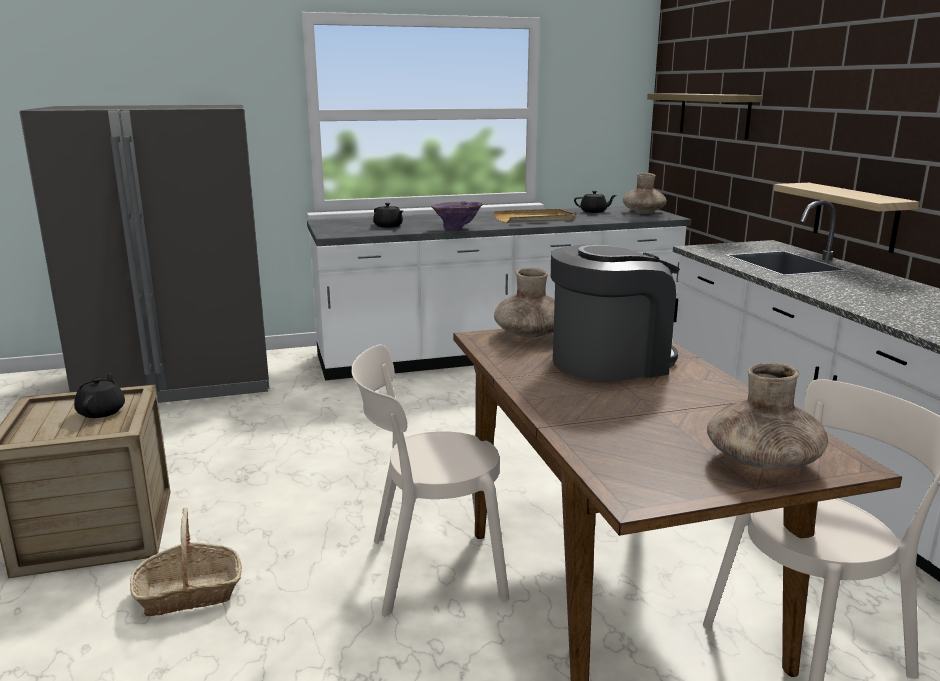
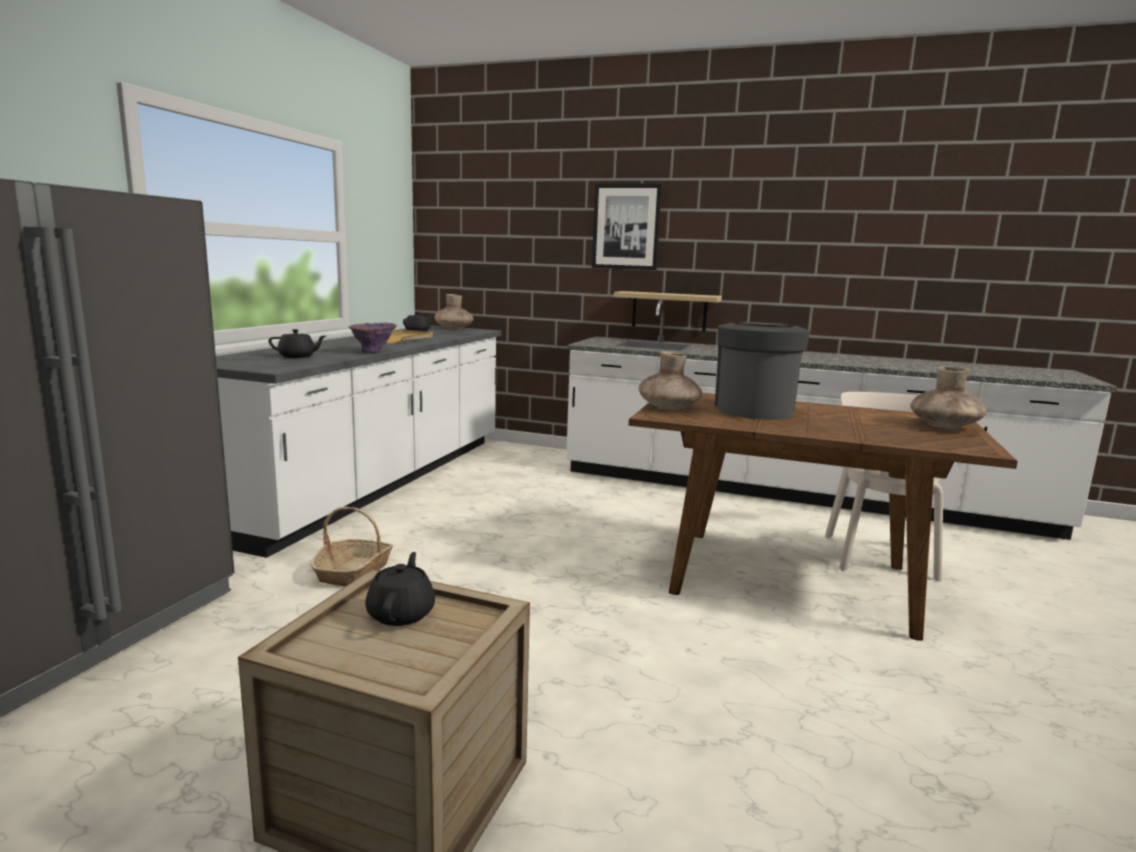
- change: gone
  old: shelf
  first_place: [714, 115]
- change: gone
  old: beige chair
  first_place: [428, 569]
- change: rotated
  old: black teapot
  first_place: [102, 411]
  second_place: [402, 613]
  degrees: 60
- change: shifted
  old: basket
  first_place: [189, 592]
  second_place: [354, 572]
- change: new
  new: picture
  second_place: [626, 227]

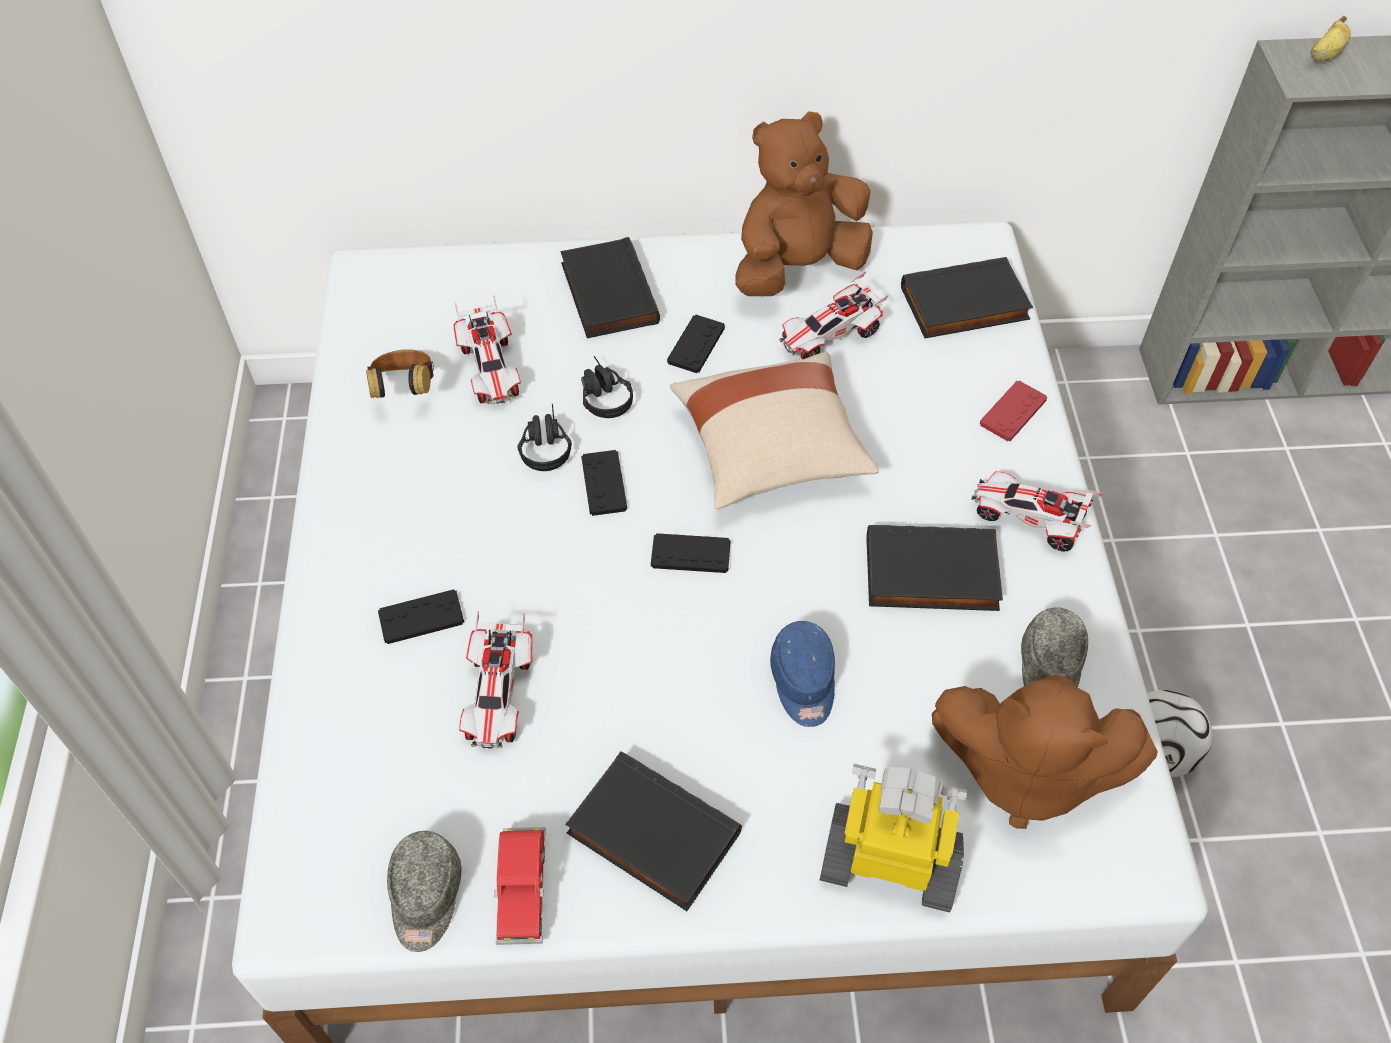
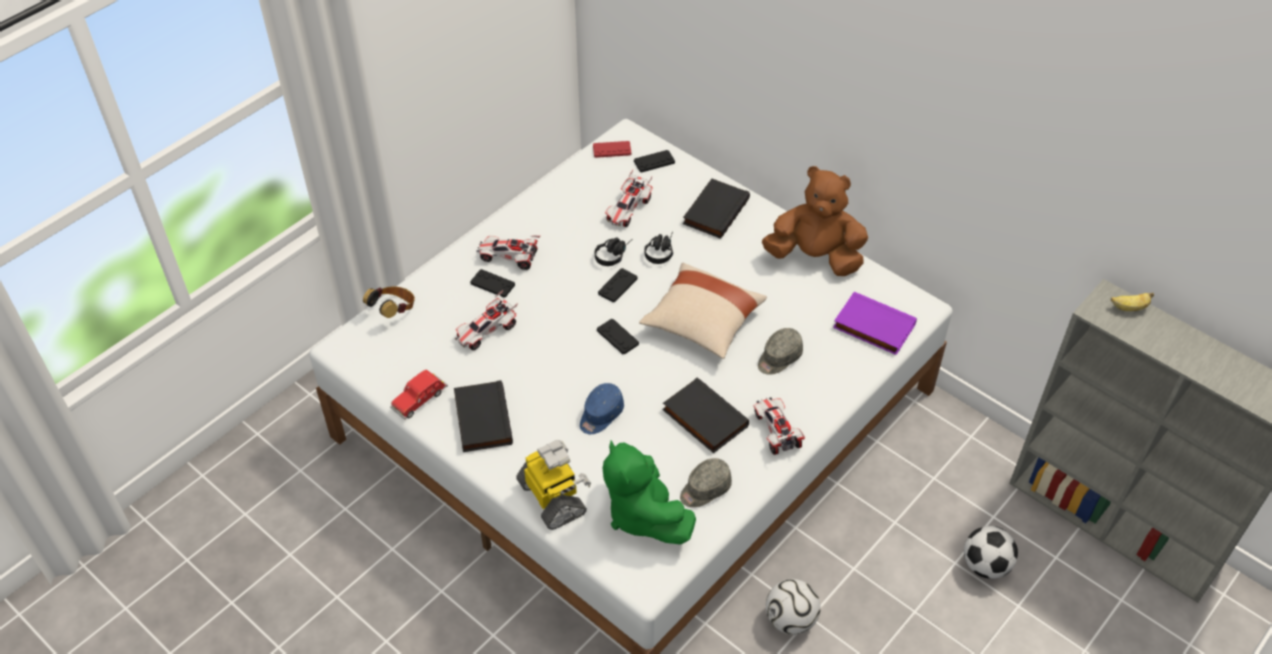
- change: repainted
  old: black book
  new: purple book
  first_place: [964, 305]
  second_place: [872, 327]
- change: shifted
  old: toy car
  first_place: [830, 336]
  second_place: [509, 258]
- change: shifted
  old: black game controller
  first_place: [696, 345]
  second_place: [654, 162]
- change: shifted
  old: headphones
  first_place: [405, 390]
  second_place: [394, 311]
- change: shifted
  old: red game controller
  first_place: [1013, 412]
  second_place: [612, 150]
- change: repainted
  old: brown plush toy
  new: green plush toy
  first_place: [1024, 771]
  second_place: [643, 514]
- change: shifted
  old: grey cap
  first_place: [425, 897]
  second_place: [779, 358]
- change: new
  new: football
  second_place: [985, 565]

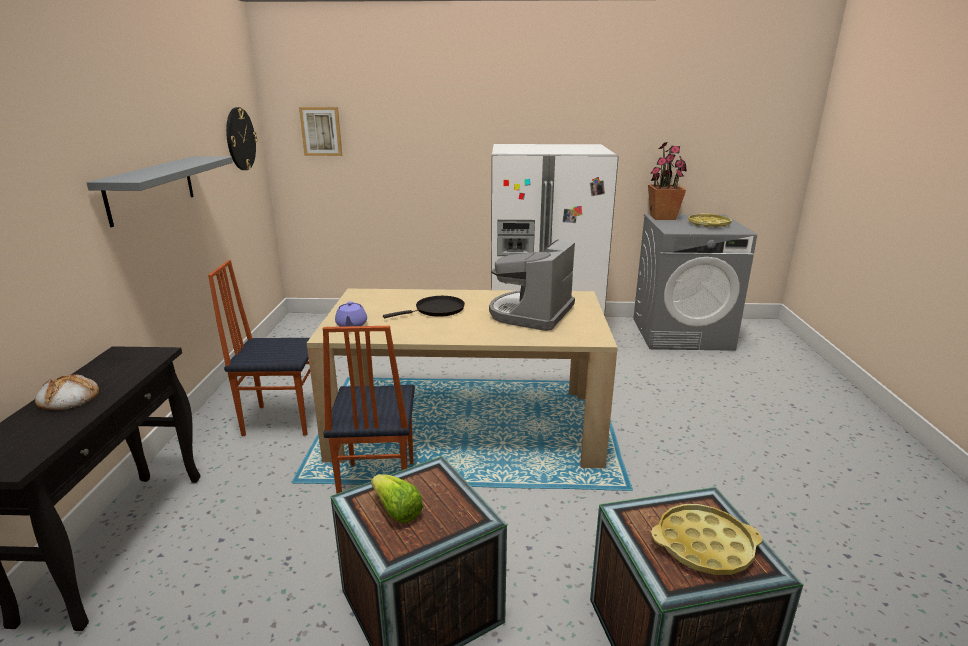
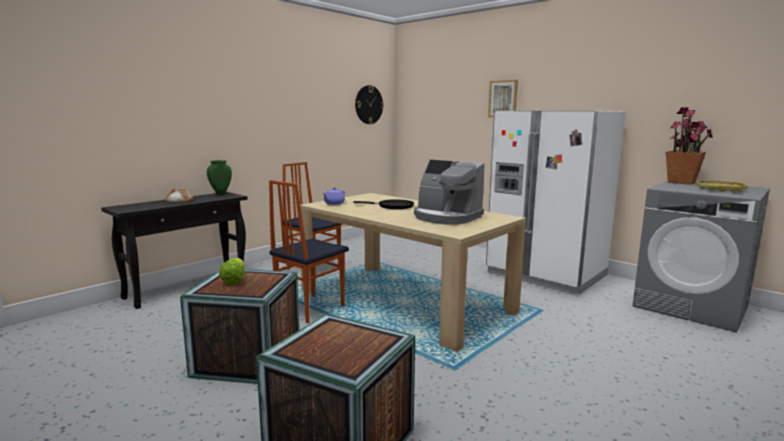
- change: shifted
  old: picture
  first_place: [321, 131]
  second_place: [503, 99]
- change: gone
  old: grey shelf
  first_place: [151, 189]
- change: rotated
  old: coffee machine
  first_place: [531, 313]
  second_place: [446, 217]
  degrees: -120
- change: gone
  old: yellow tray
  first_place: [704, 545]
- change: new
  new: green vase
  second_place: [220, 194]

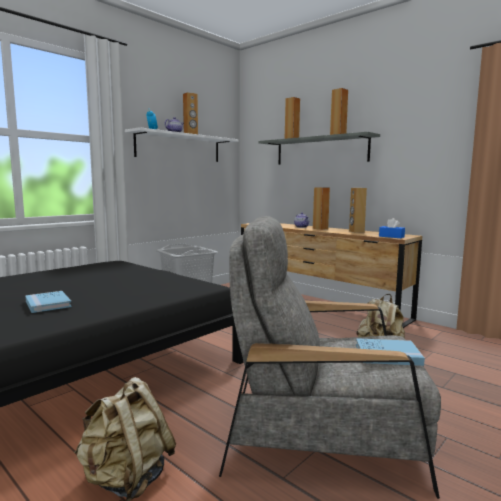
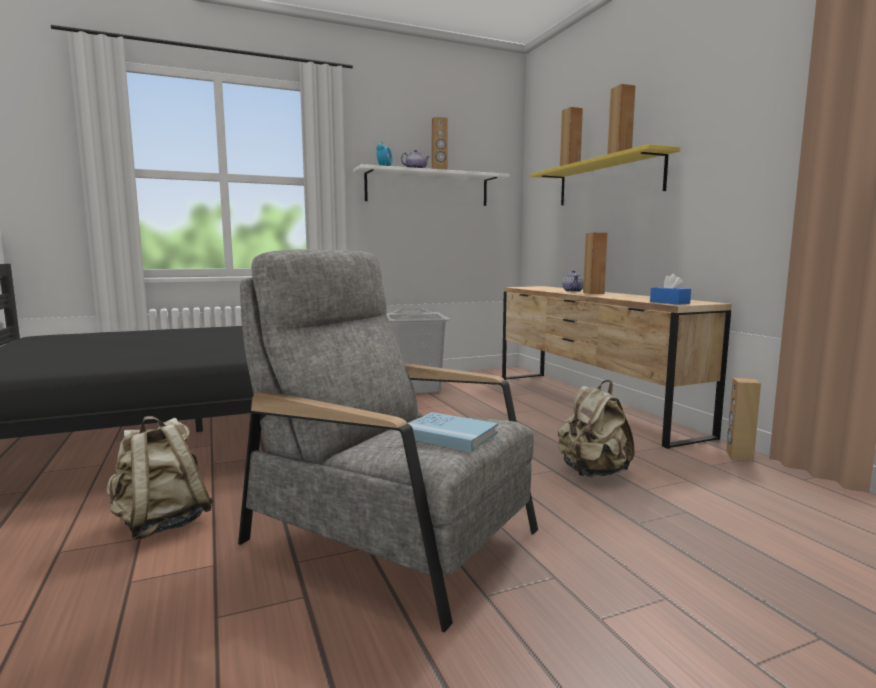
- change: repainted
  old: grey shelf
  new: yellow shelf
  first_place: [320, 151]
  second_place: [608, 181]
- change: shifted
  old: brown speaker
  first_place: [356, 232]
  second_place: [739, 456]
- change: gone
  old: blue book
  first_place: [48, 304]

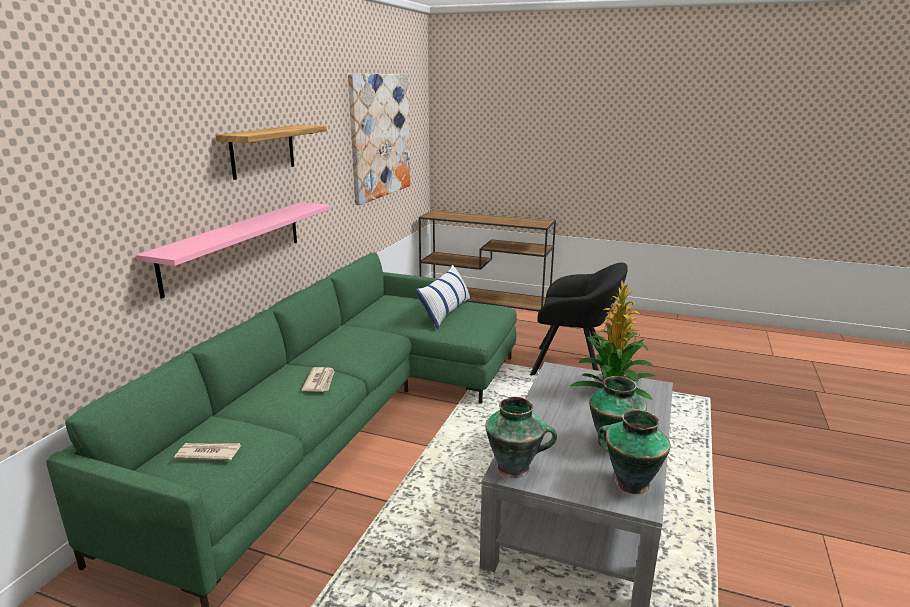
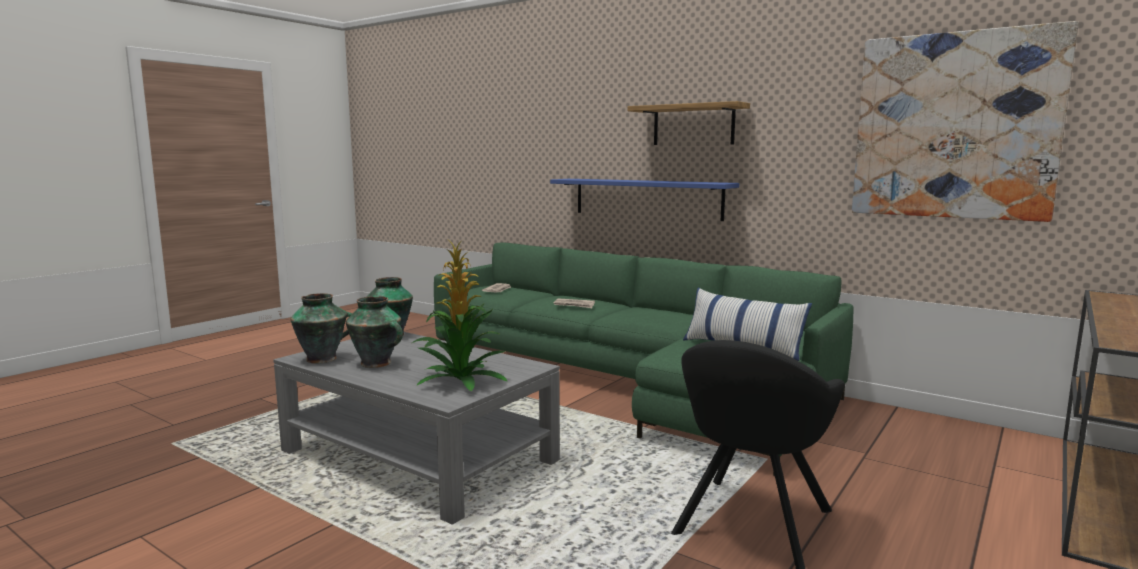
- change: repainted
  old: pink shelf
  new: blue shelf
  first_place: [235, 245]
  second_place: [646, 198]

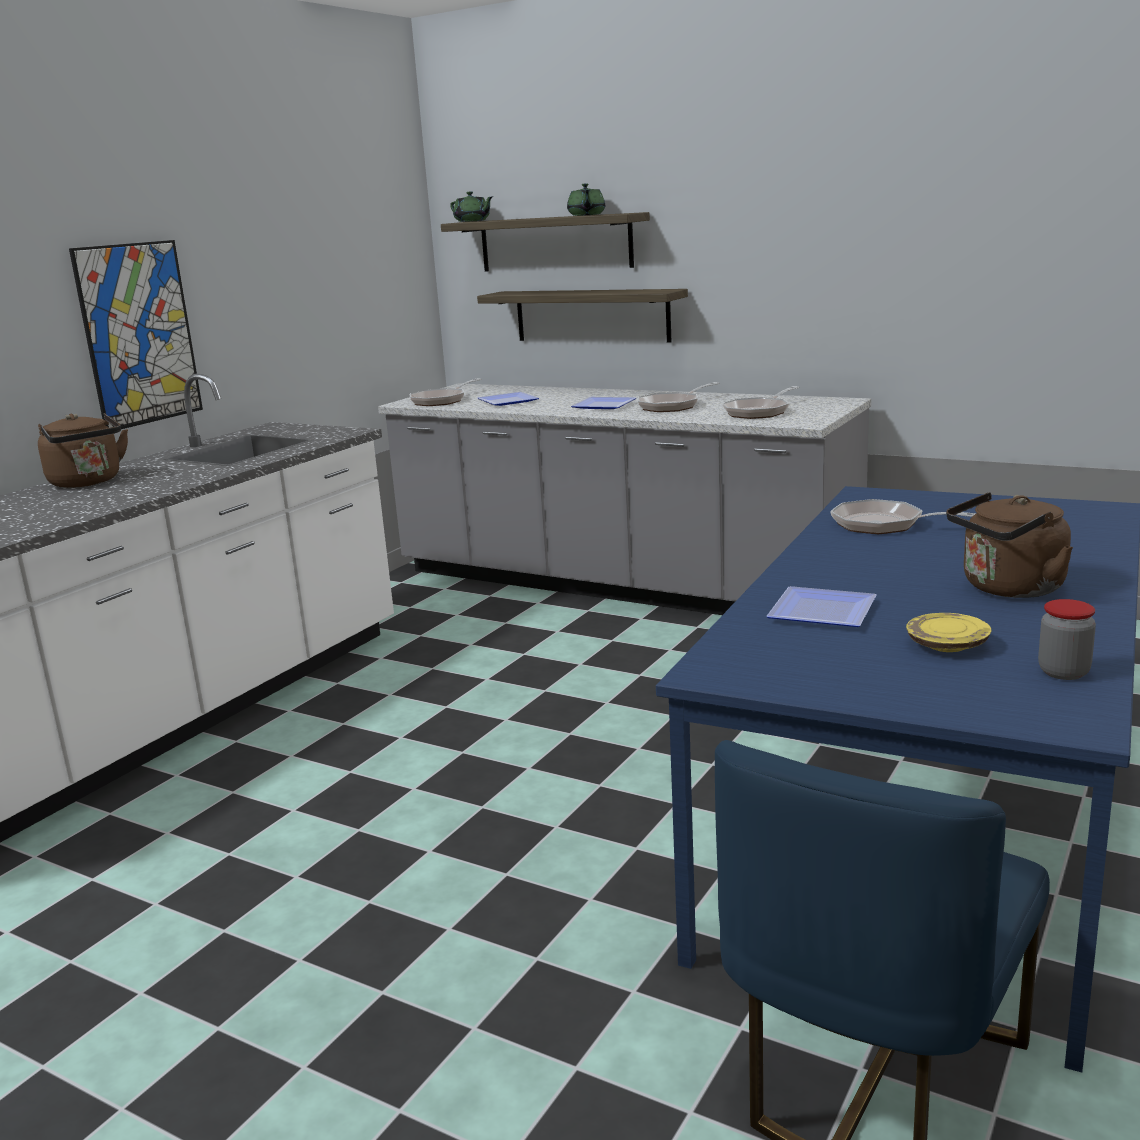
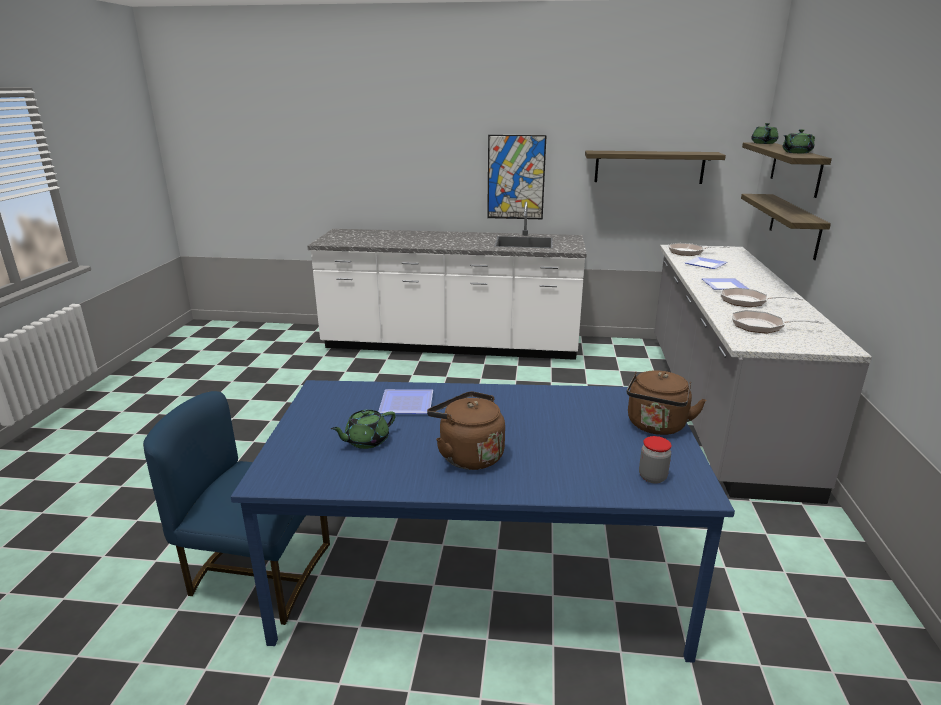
- change: shifted
  old: brown kettle
  first_place: [88, 483]
  second_place: [656, 426]
- change: gone
  old: frying pan
  first_place: [885, 525]
- change: shifted
  old: jar
  first_place: [1063, 672]
  second_place: [652, 477]
- change: swapped
  old: yellow plate
  new: green teapot
  first_place: [947, 645]
  second_place: [366, 441]
- change: new
  new: shelf
  second_place: [649, 167]

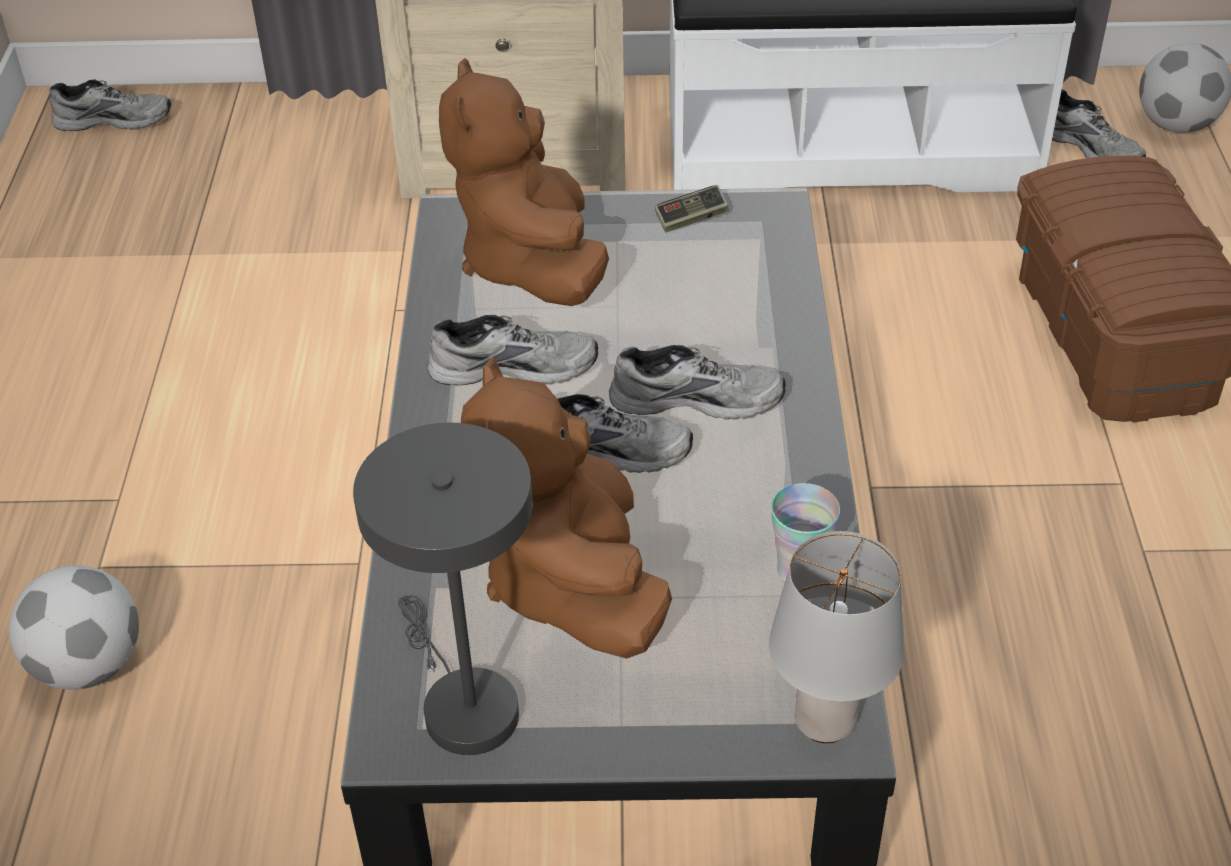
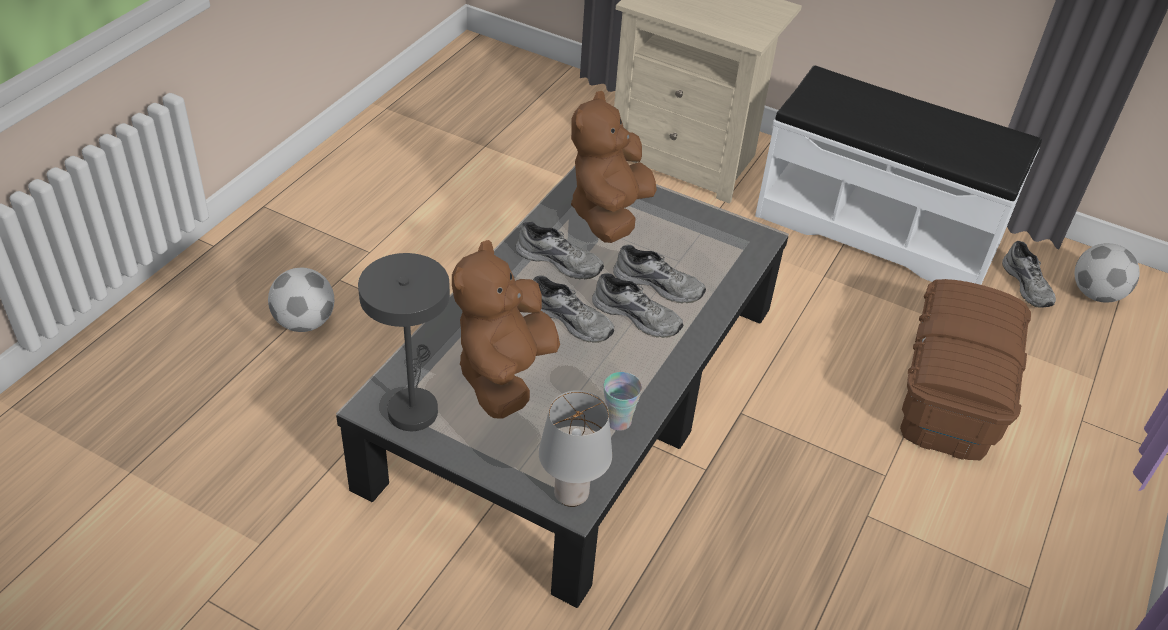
- change: shifted
  old: grey shoe
  first_place: [114, 118]
  second_place: [659, 283]
- change: gone
  old: game controller
  first_place: [691, 219]

